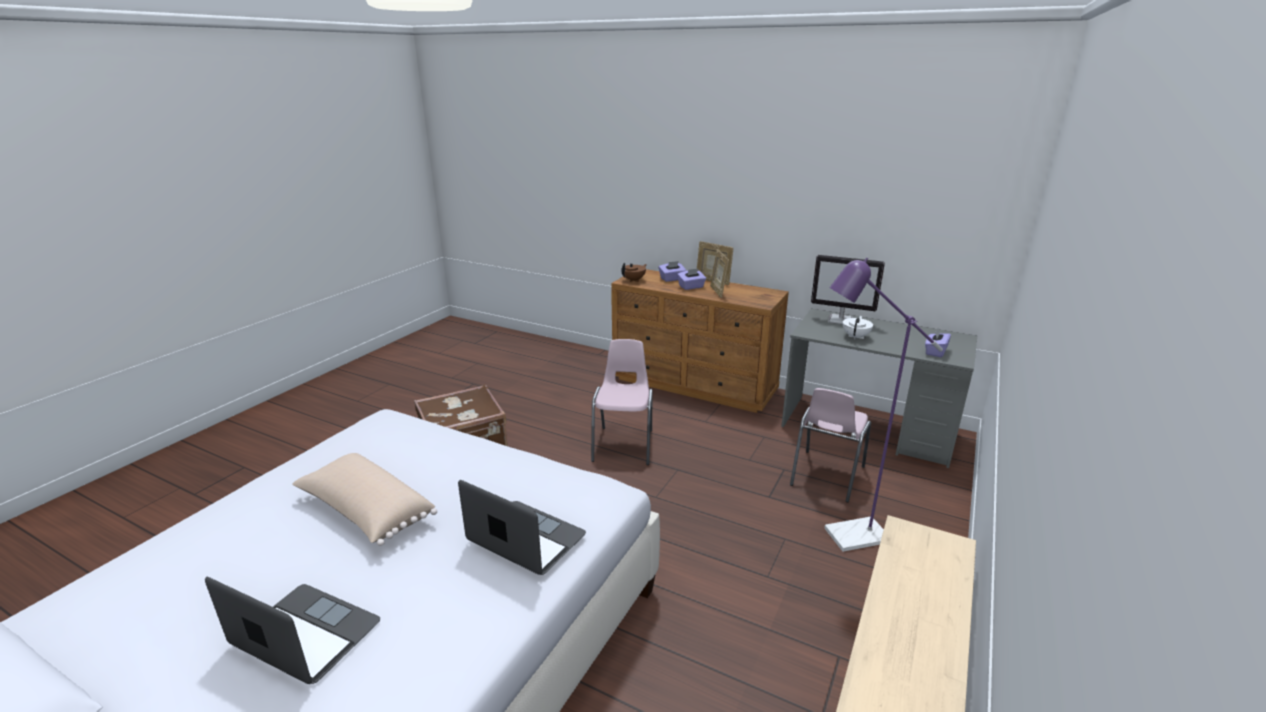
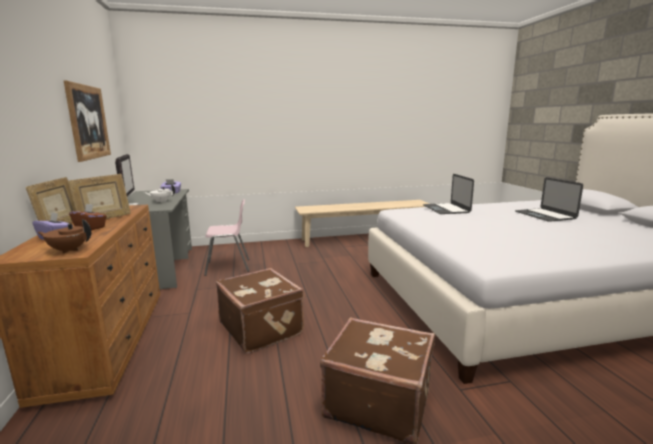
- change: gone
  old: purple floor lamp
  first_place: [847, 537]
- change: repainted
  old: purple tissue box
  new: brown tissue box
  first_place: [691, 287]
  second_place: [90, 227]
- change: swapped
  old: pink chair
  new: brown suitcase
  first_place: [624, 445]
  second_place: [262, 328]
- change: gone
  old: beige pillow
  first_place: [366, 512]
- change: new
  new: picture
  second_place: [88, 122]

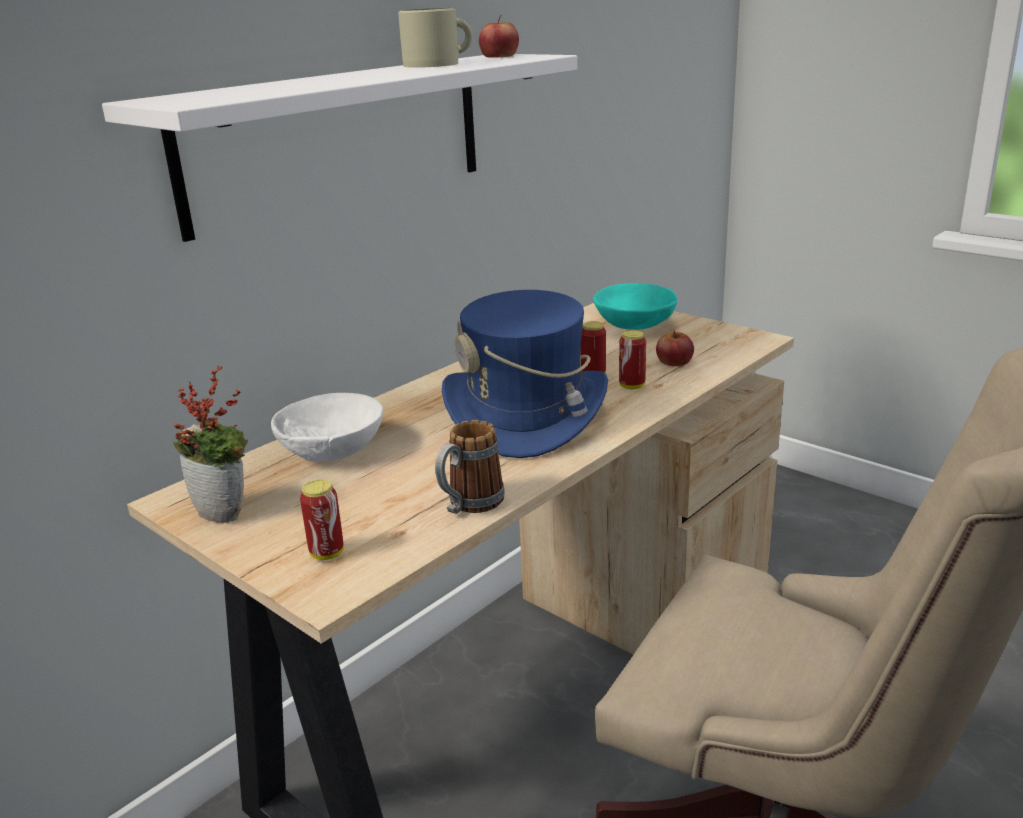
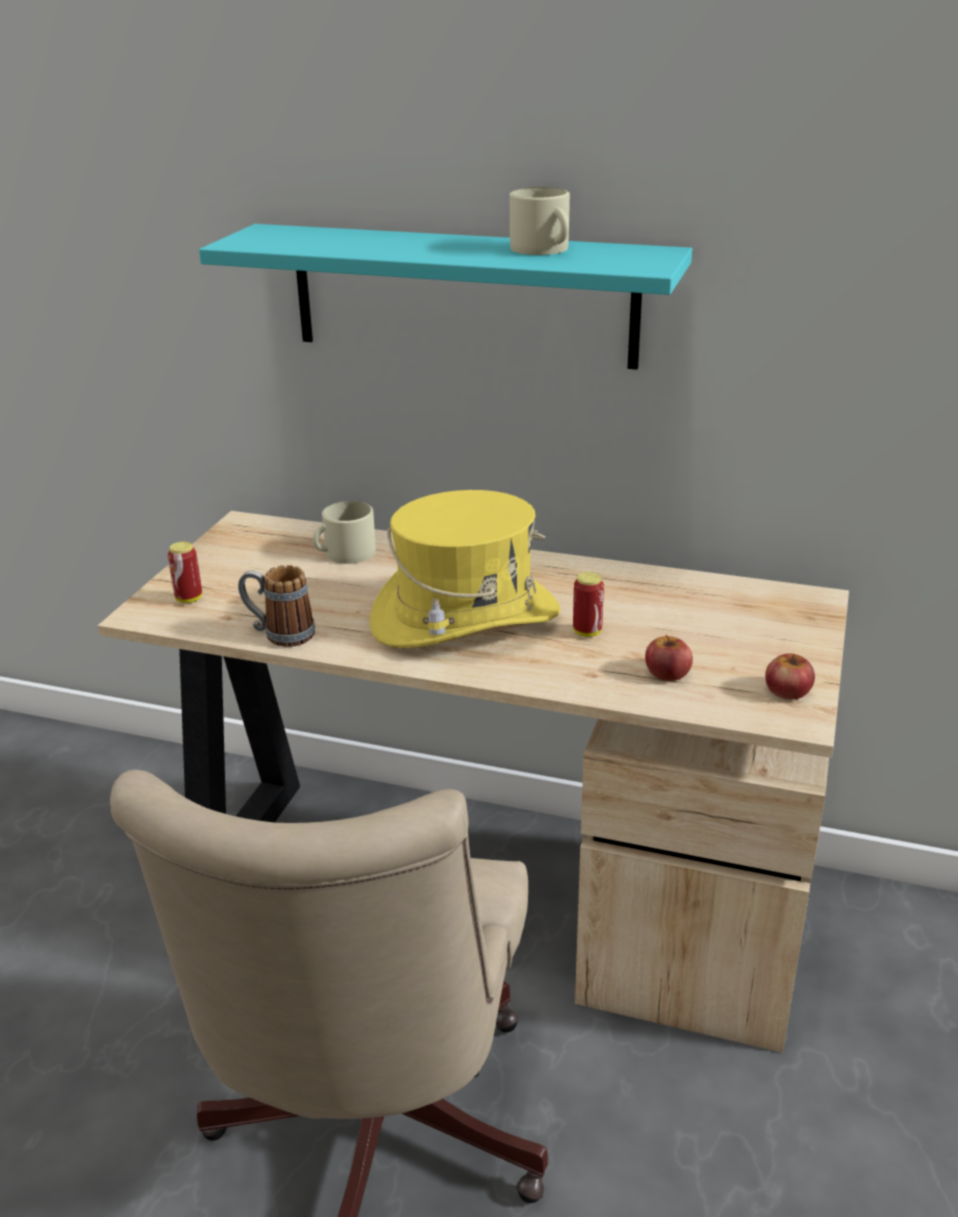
- change: shifted
  old: apple
  first_place: [499, 56]
  second_place: [787, 691]
- change: repainted
  old: white shelf
  new: turquoise shelf
  first_place: [339, 139]
  second_place: [463, 295]
- change: gone
  old: turquoise bowl
  first_place: [635, 325]
- change: repainted
  old: blue hat
  new: yellow hat
  first_place: [526, 415]
  second_place: [465, 618]
- change: gone
  old: can
  first_place: [632, 386]
- change: gone
  old: potted plant
  first_place: [226, 512]
- change: swapped
  old: white bowl
  new: beige mug
  first_place: [334, 451]
  second_place: [344, 554]

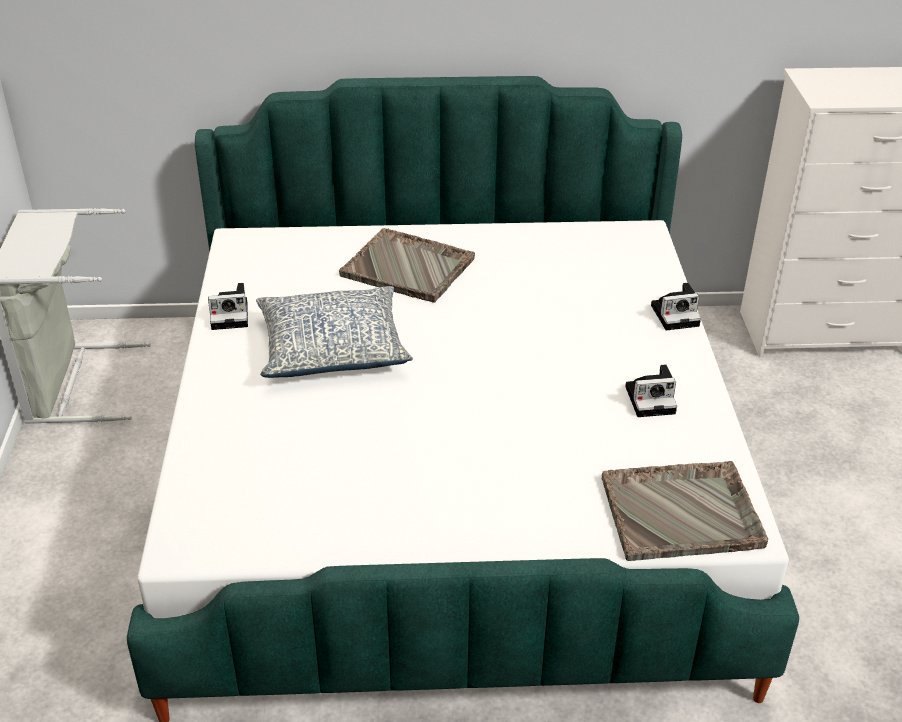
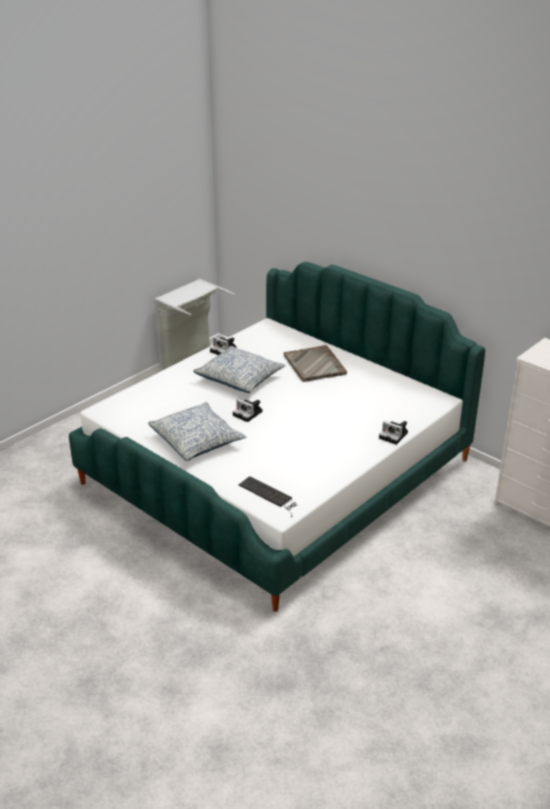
- change: shifted
  old: photo camera
  first_place: [652, 399]
  second_place: [248, 413]
- change: swapped
  old: grey tray
  new: keyboard
  first_place: [682, 512]
  second_place: [269, 495]
- change: new
  new: pillow
  second_place: [197, 441]

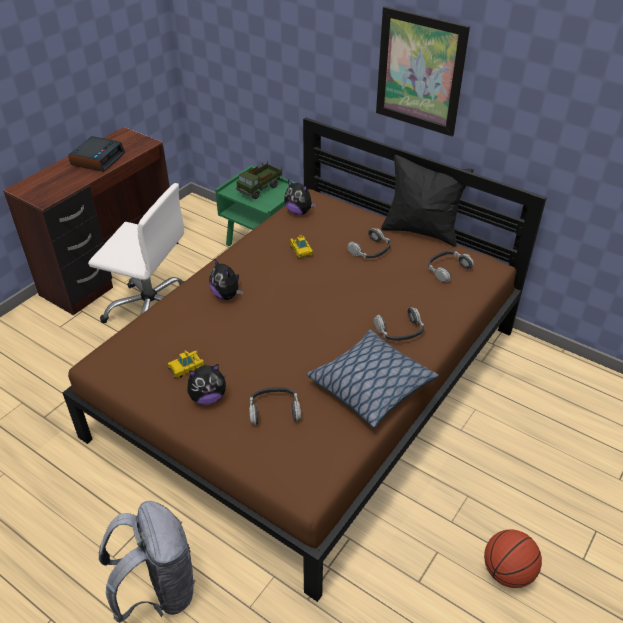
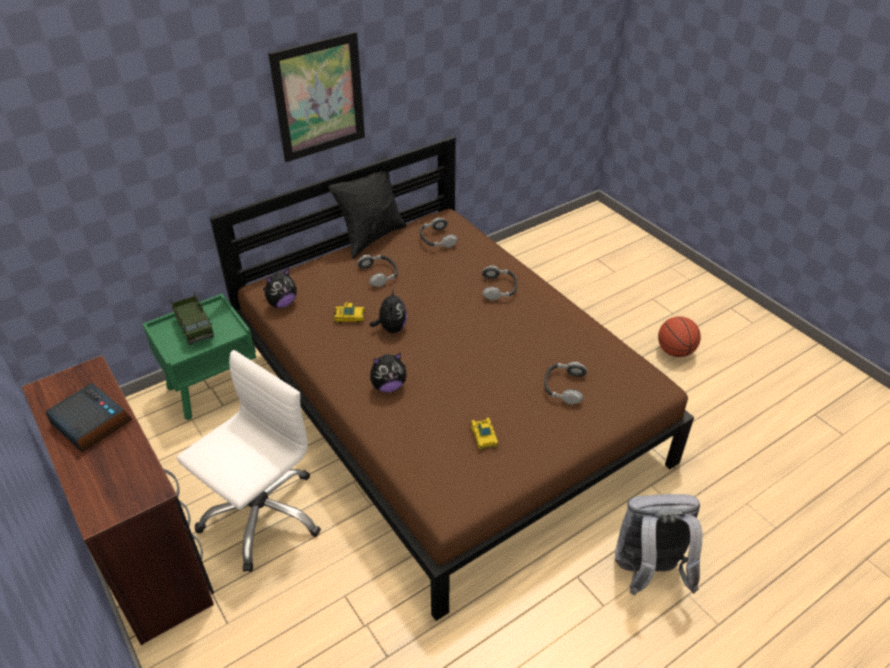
- change: gone
  old: pillow
  first_place: [370, 385]
- change: shifted
  old: plush toy
  first_place: [208, 397]
  second_place: [391, 328]

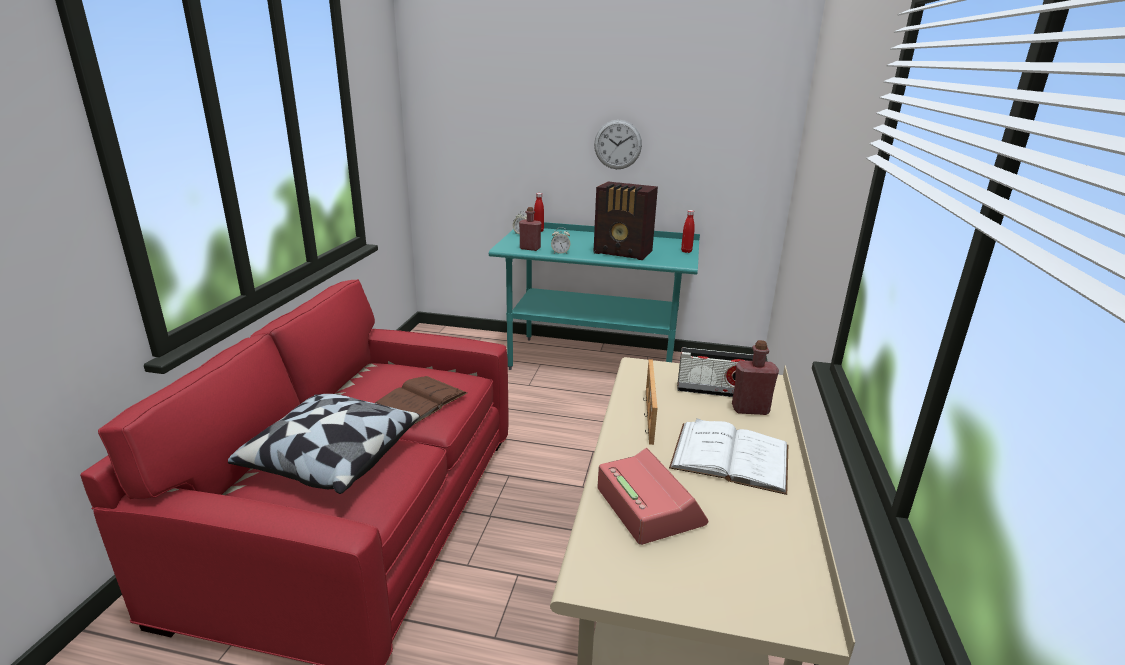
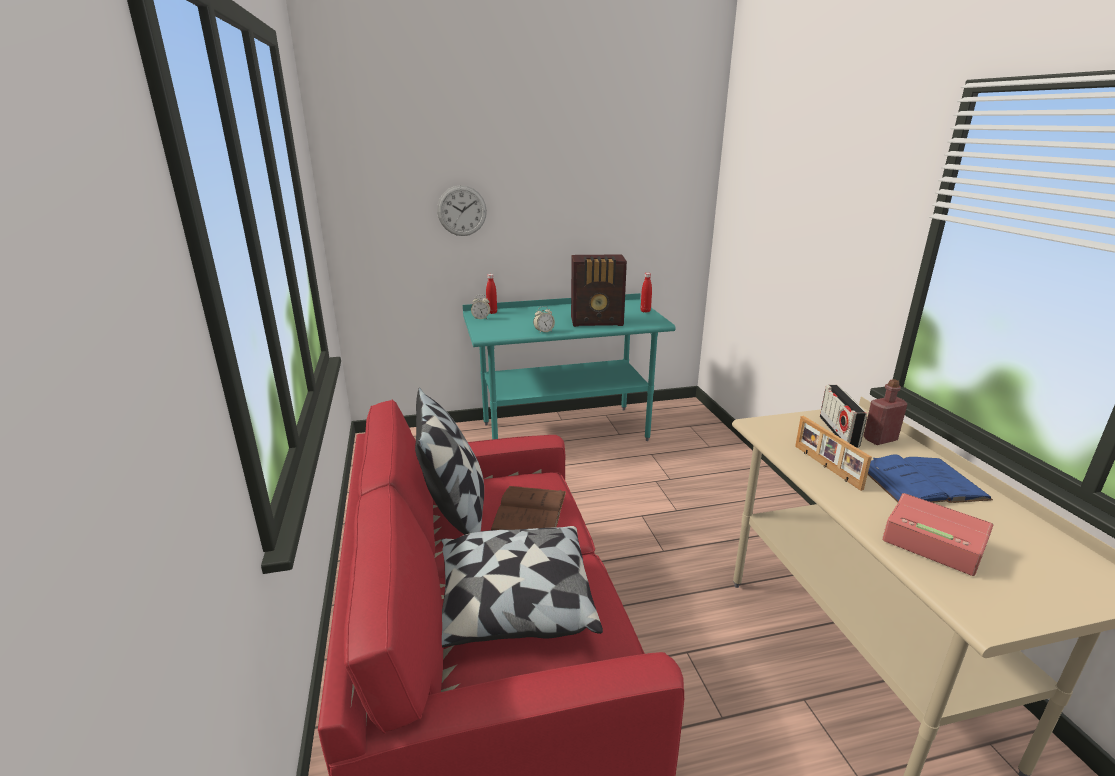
- change: shifted
  old: wall clock
  first_place: [617, 144]
  second_place: [462, 211]
- change: gone
  old: red bottle
  first_place: [530, 248]
- change: rotated
  old: radio
  first_place: [714, 392]
  second_place: [838, 432]
  degrees: 105
- change: repainted
  old: white book
  new: blue book
  first_place: [730, 456]
  second_place: [922, 482]
- change: new
  new: pillow
  second_place: [455, 511]

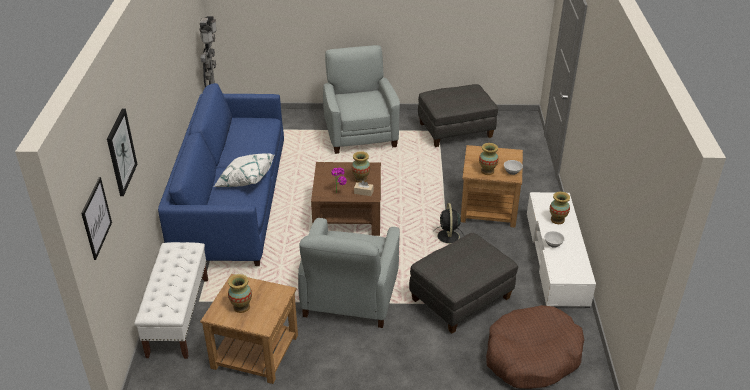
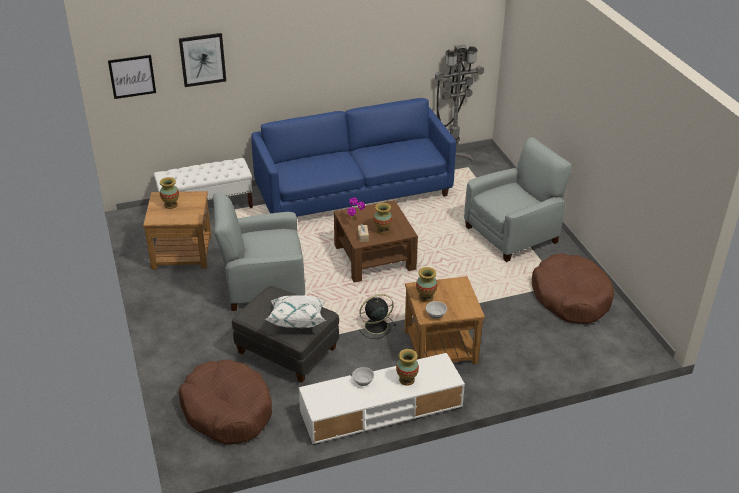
- change: swapped
  old: grey ottoman
  new: brown dog bed
  first_place: [456, 130]
  second_place: [571, 297]
- change: shifted
  old: white pillow
  first_place: [245, 180]
  second_place: [297, 319]

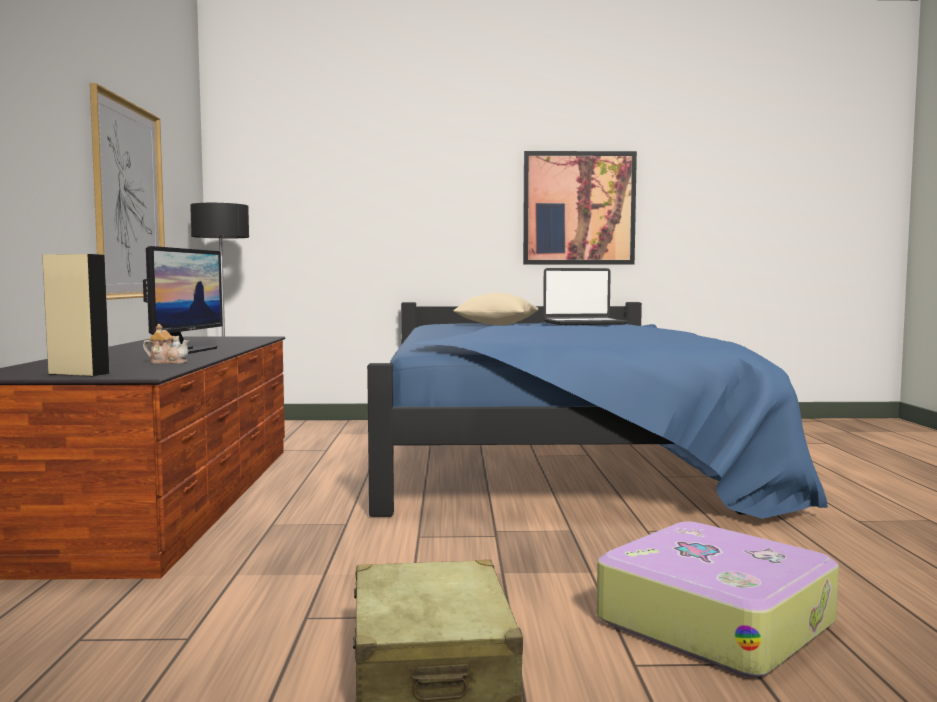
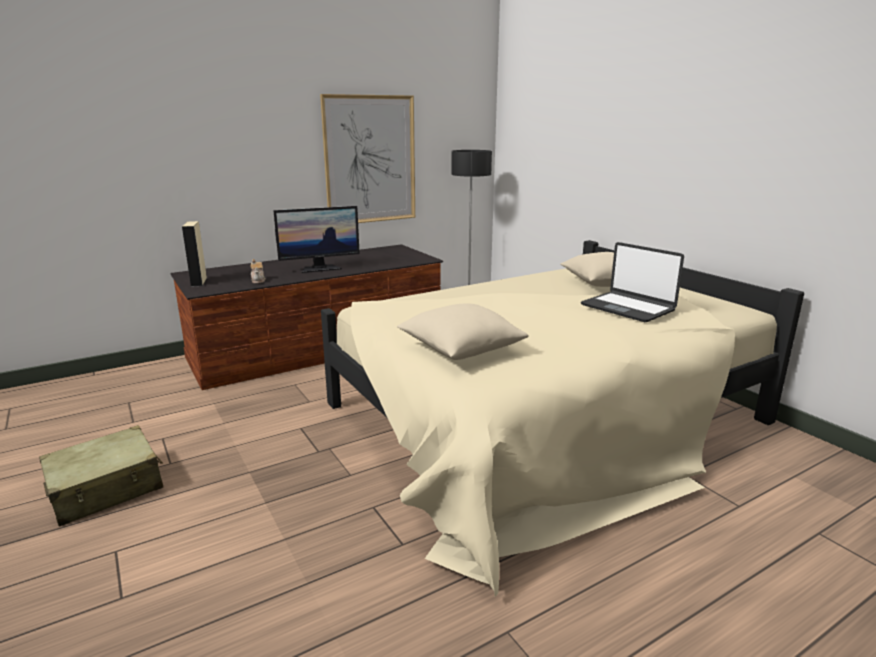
- change: gone
  old: picture
  first_place: [579, 208]
- change: repainted
  old: blue bed
  new: beige bed
  first_place: [553, 458]
  second_place: [544, 421]
- change: gone
  old: suitcase
  first_place: [715, 621]
- change: new
  new: beige pillow
  second_place: [460, 350]

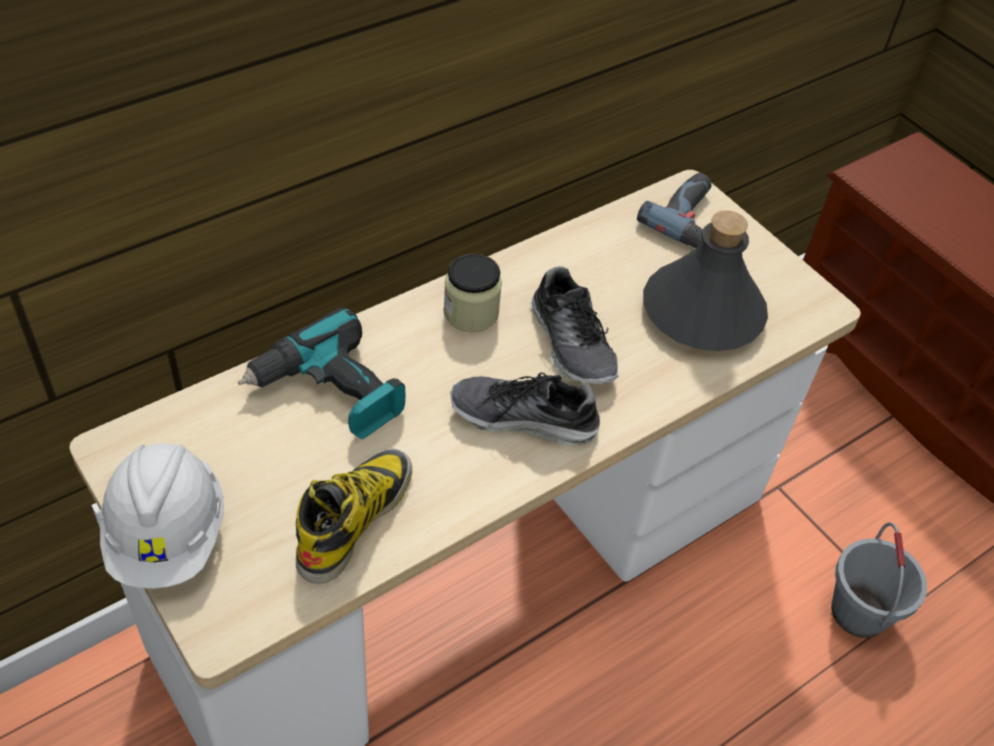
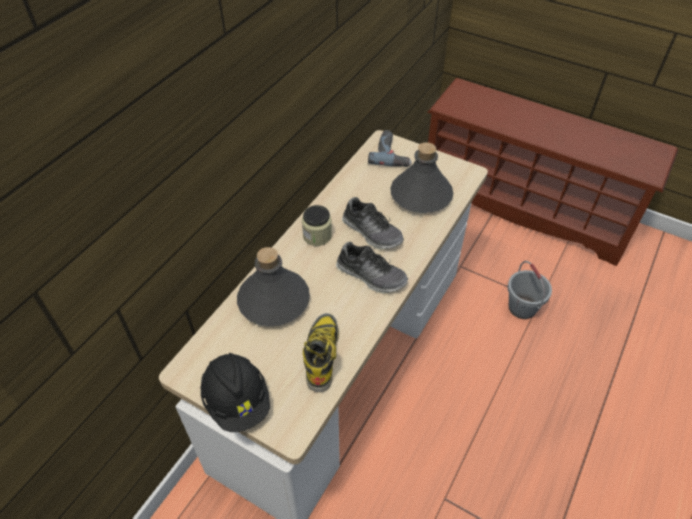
- change: swapped
  old: power drill
  new: grey bottle
  first_place: [330, 393]
  second_place: [273, 300]
- change: rotated
  old: shoe
  first_place: [524, 419]
  second_place: [371, 275]
  degrees: -135
- change: repainted
  old: white hard hat
  new: black hard hat
  first_place: [167, 535]
  second_place: [237, 401]

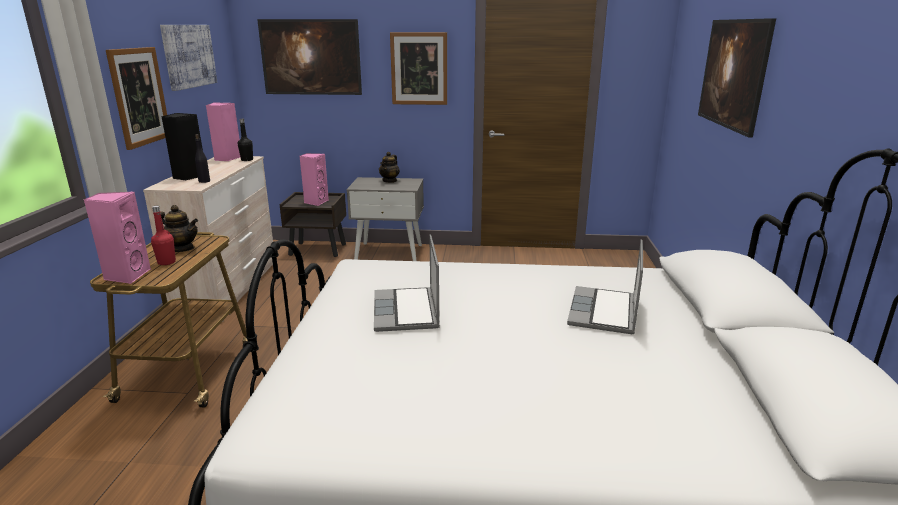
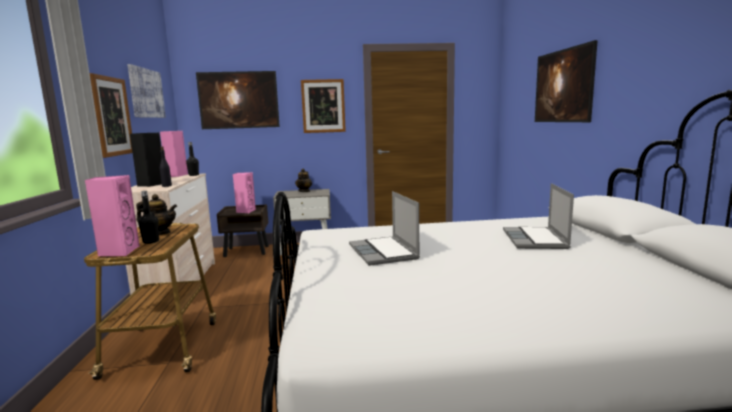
- change: repainted
  old: red bottle
  new: black bottle
  first_place: [166, 262]
  second_place: [151, 242]

